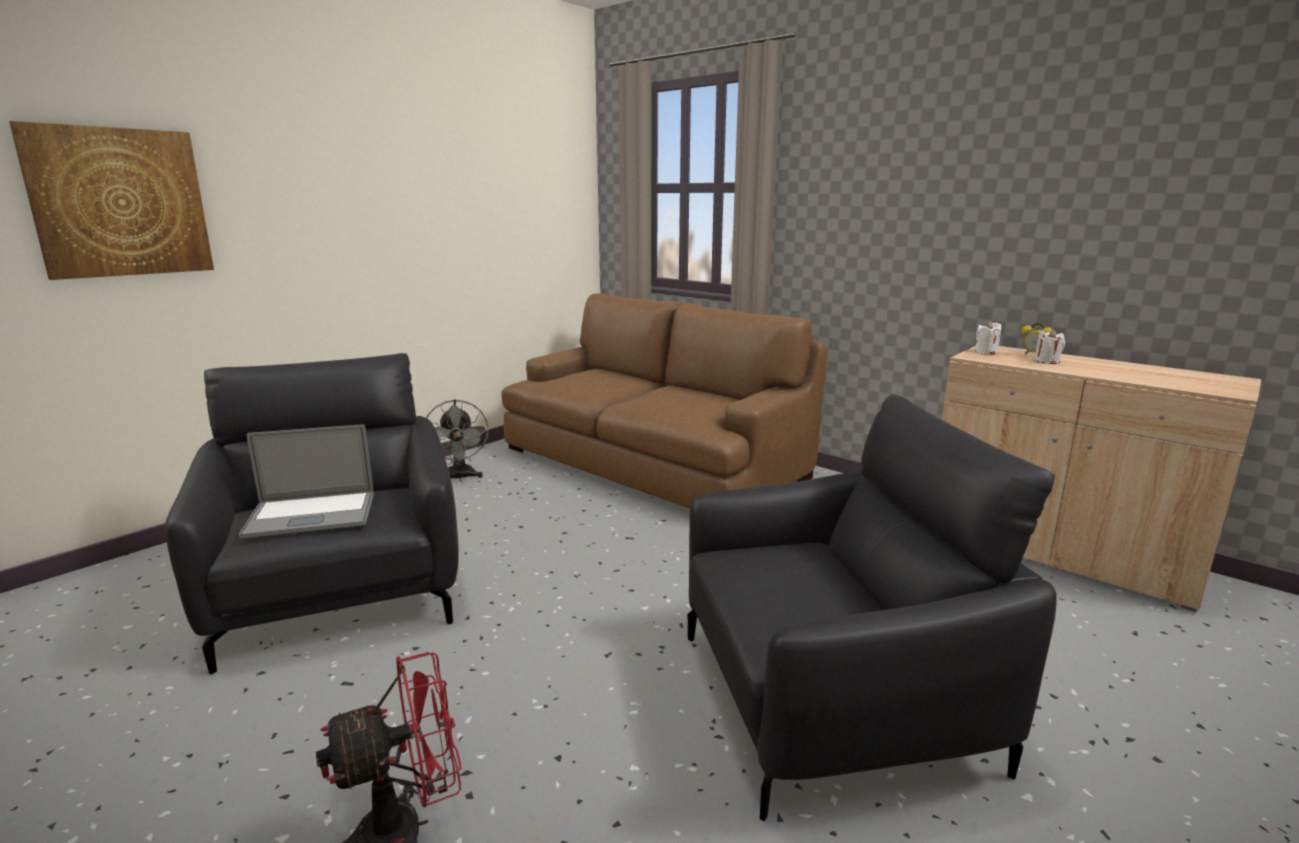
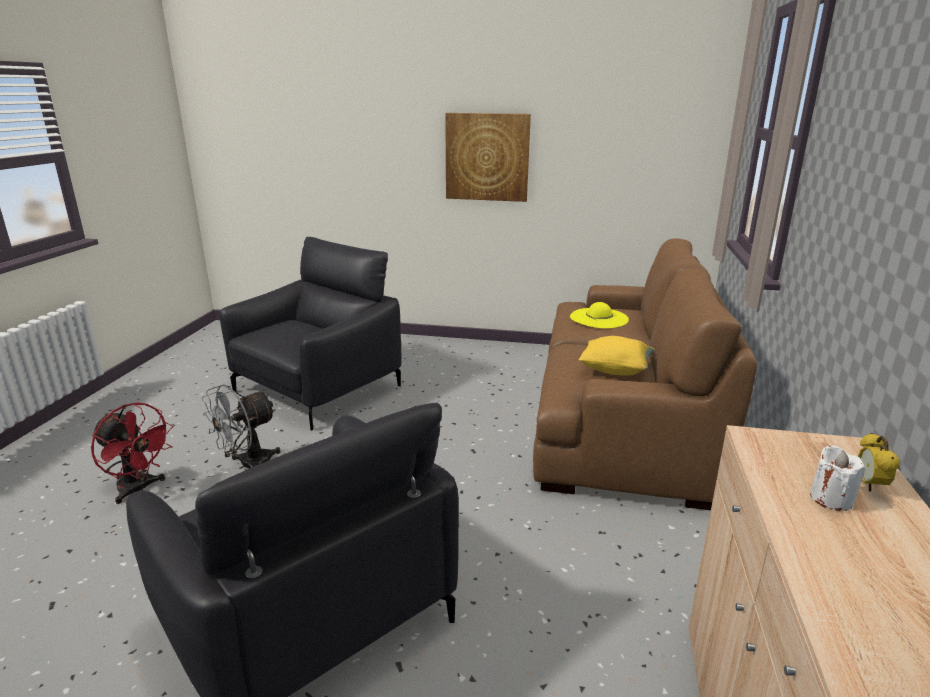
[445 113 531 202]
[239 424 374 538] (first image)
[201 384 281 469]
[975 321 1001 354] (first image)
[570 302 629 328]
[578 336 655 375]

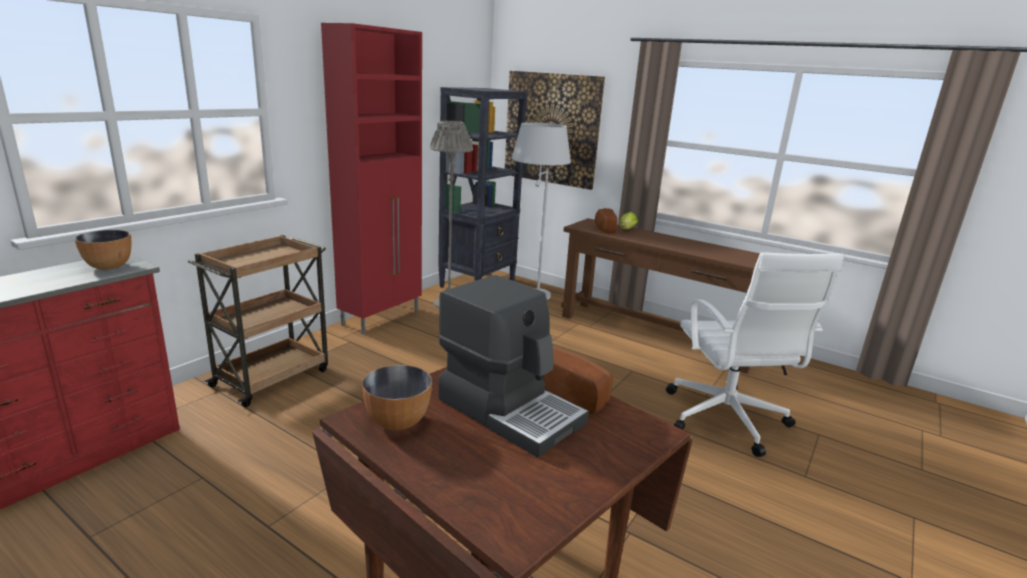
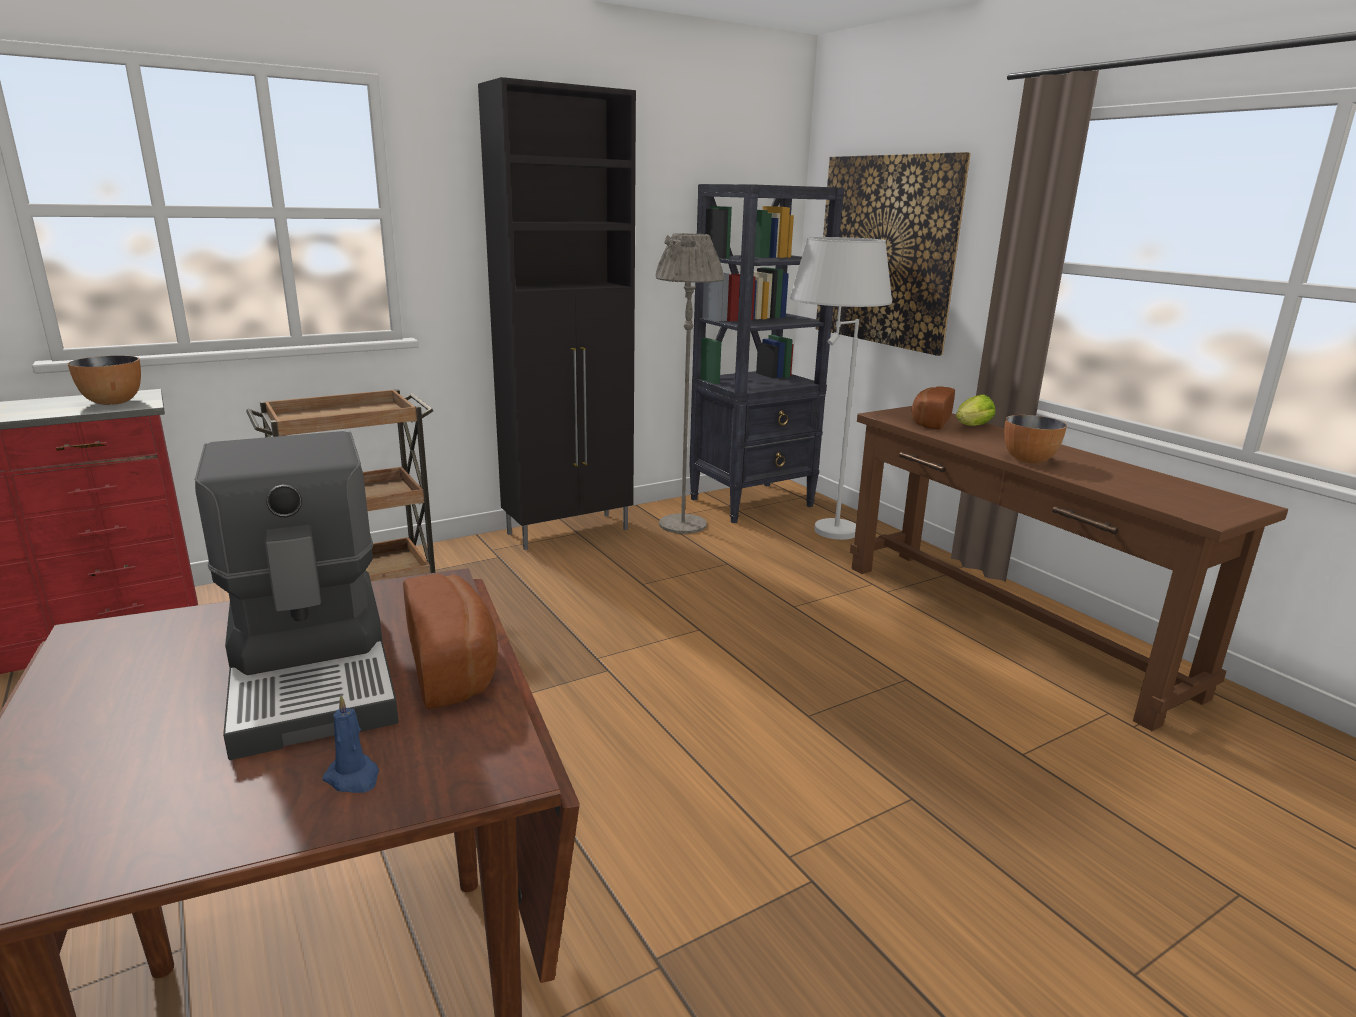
[478 77 636 550]
[1004 415 1067 464]
[666 253 844 457] (first image)
[322 695 379 793]

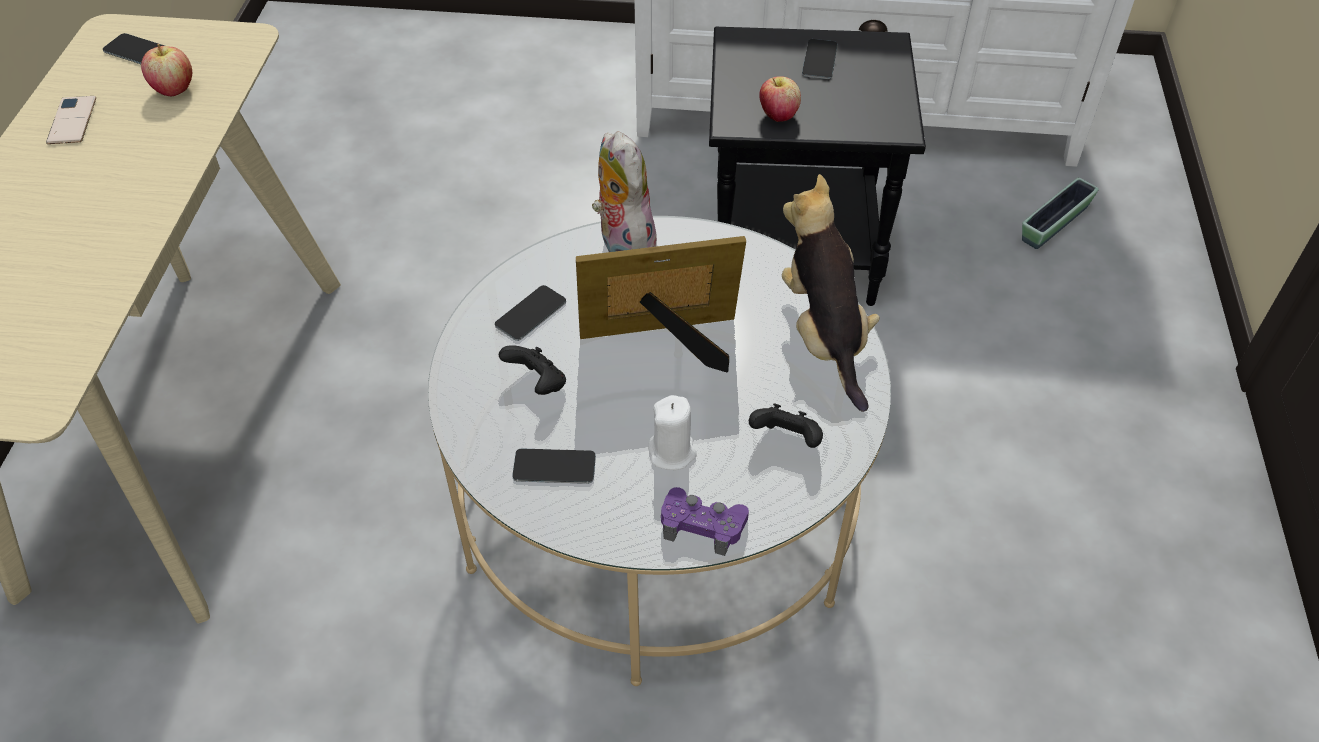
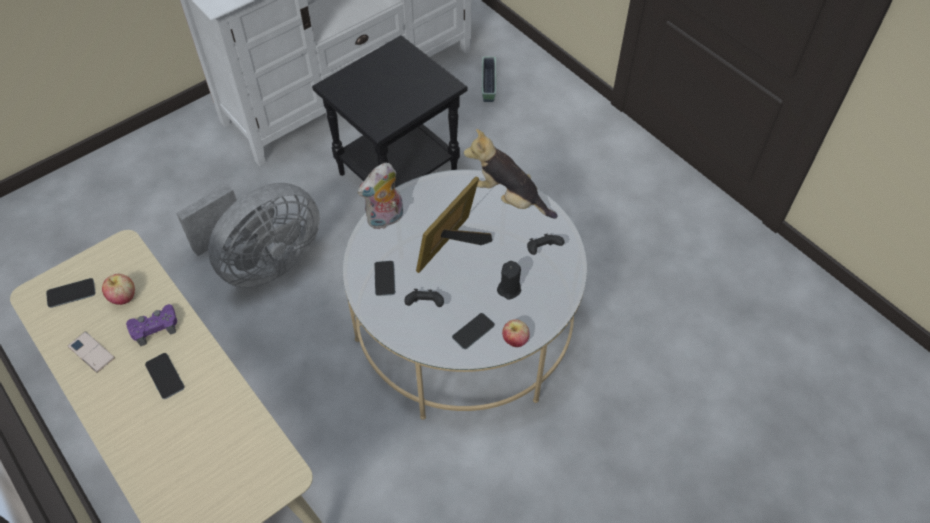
[358 163 403 229]
[497 261 521 300]
[126 304 177 346]
[502 319 530 347]
[145 353 185 399]
[176 183 320 288]

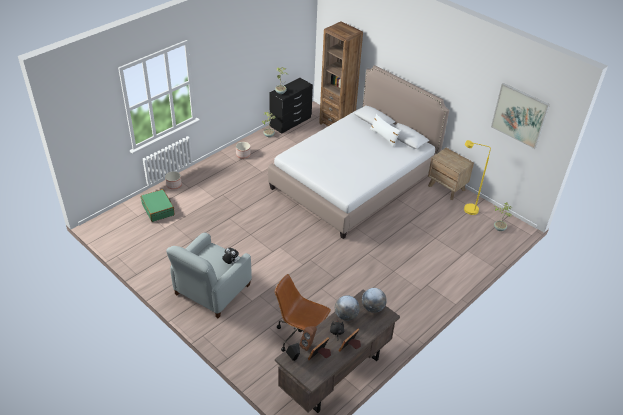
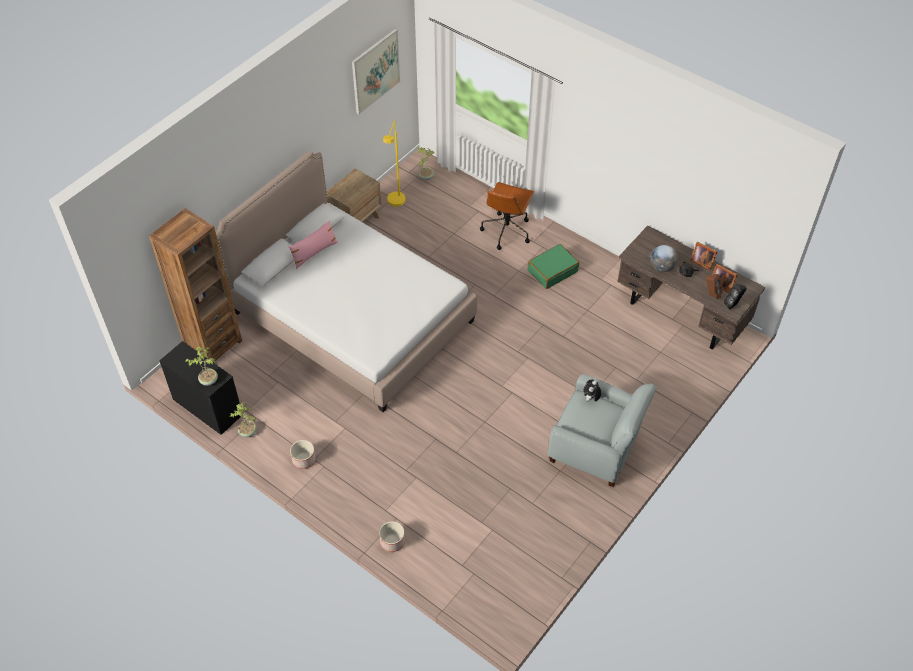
[528 244 579 289]
[480 182 534 250]
[362 288 387 313] (first image)
[288 220 338 269]

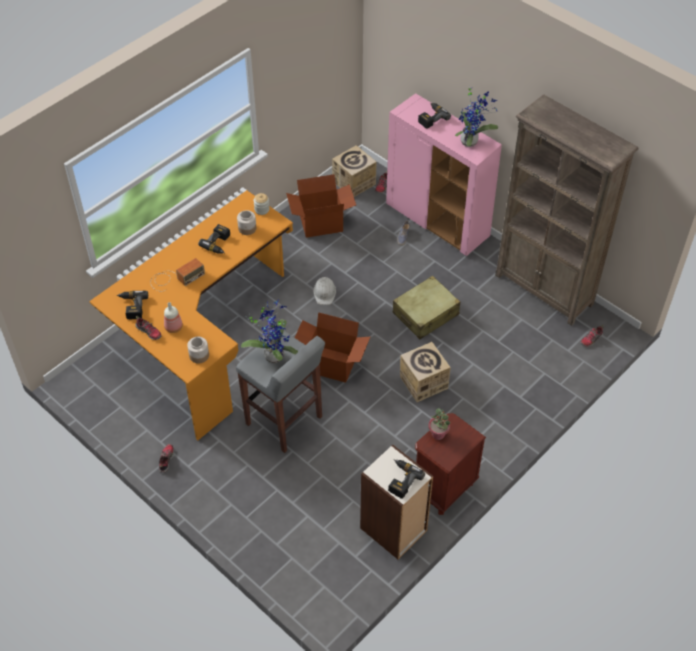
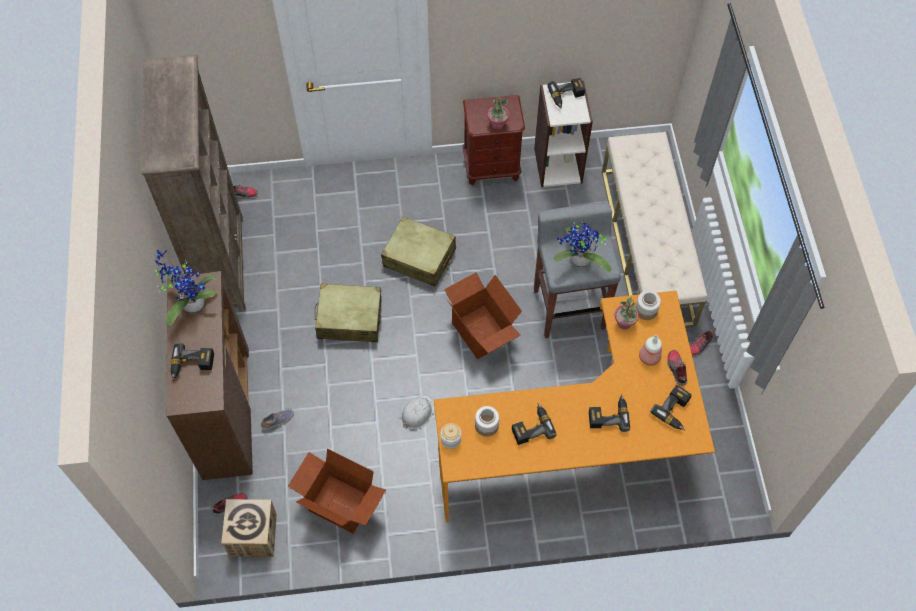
[589 395 630 432]
[167 271 253 480]
[381 216 456 286]
[602 132 708 327]
[614 297 639 329]

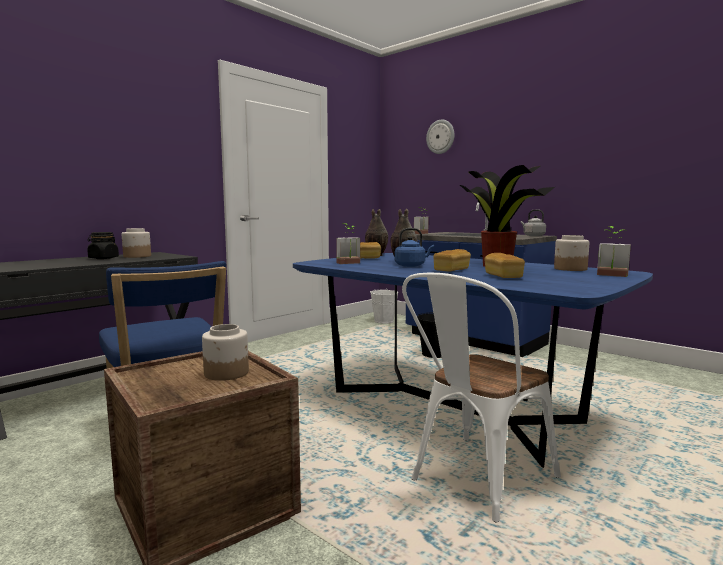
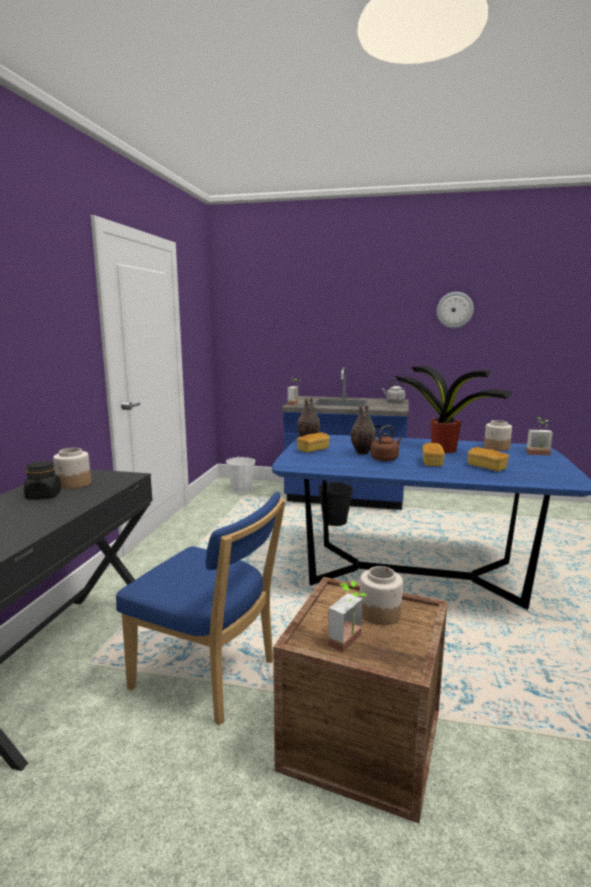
[328 581 368 652]
[370 425 402 461]
[402 273 561 523] (first image)
[437 292 474 328]

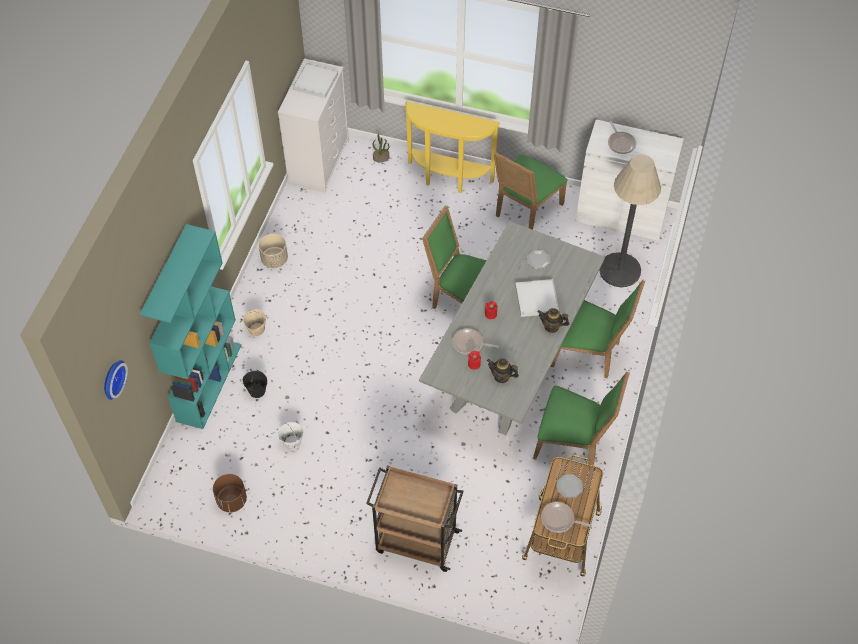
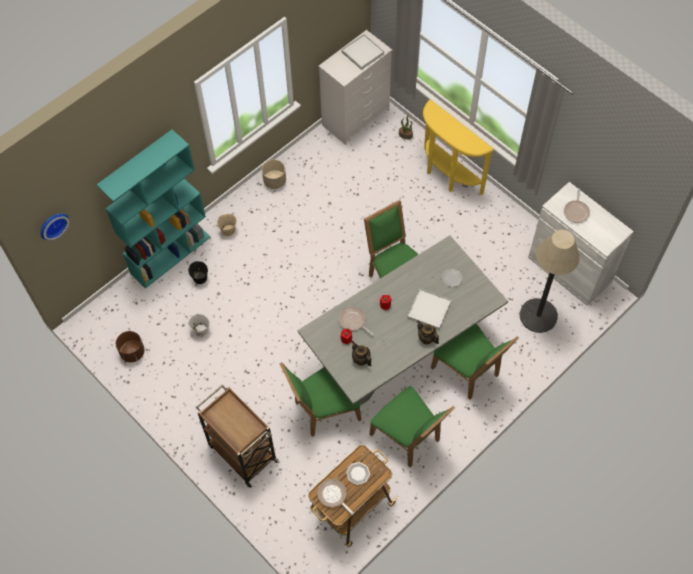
[279 362 361 437]

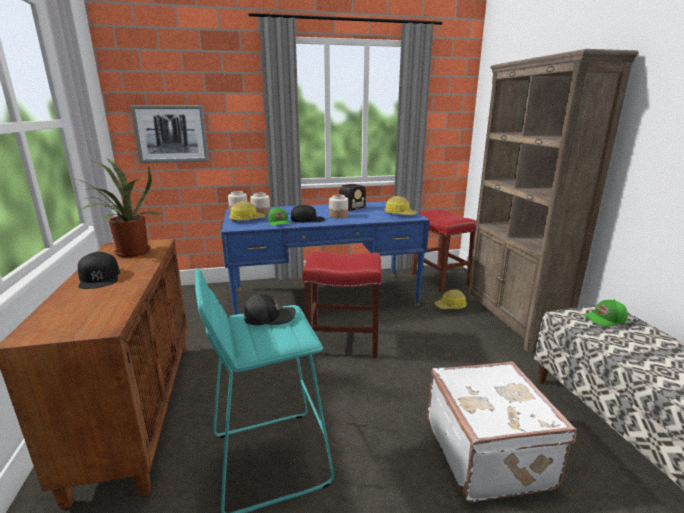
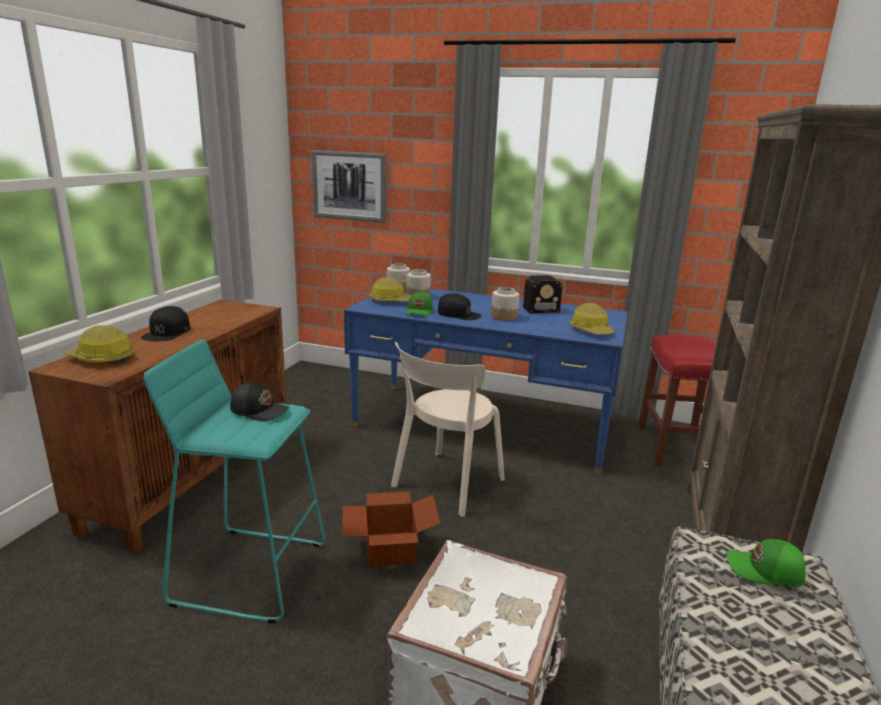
[76 159 162 257] (first image)
[391 342 505 517]
[64 325 134 364]
[343 491 440 567]

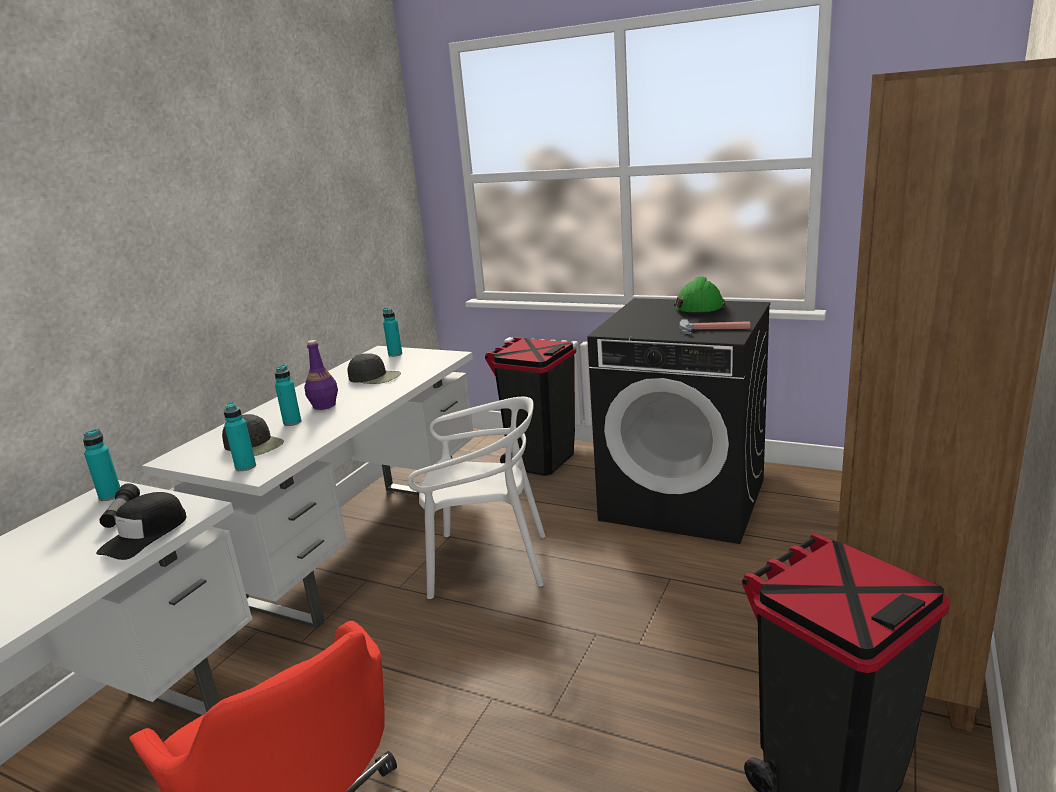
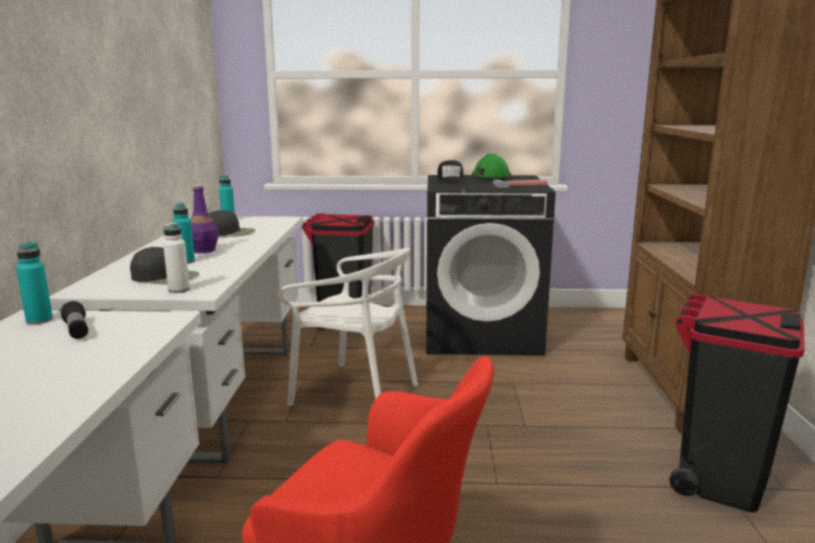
[437 160 465 183]
[163 222 190 293]
[278 248 418 406]

